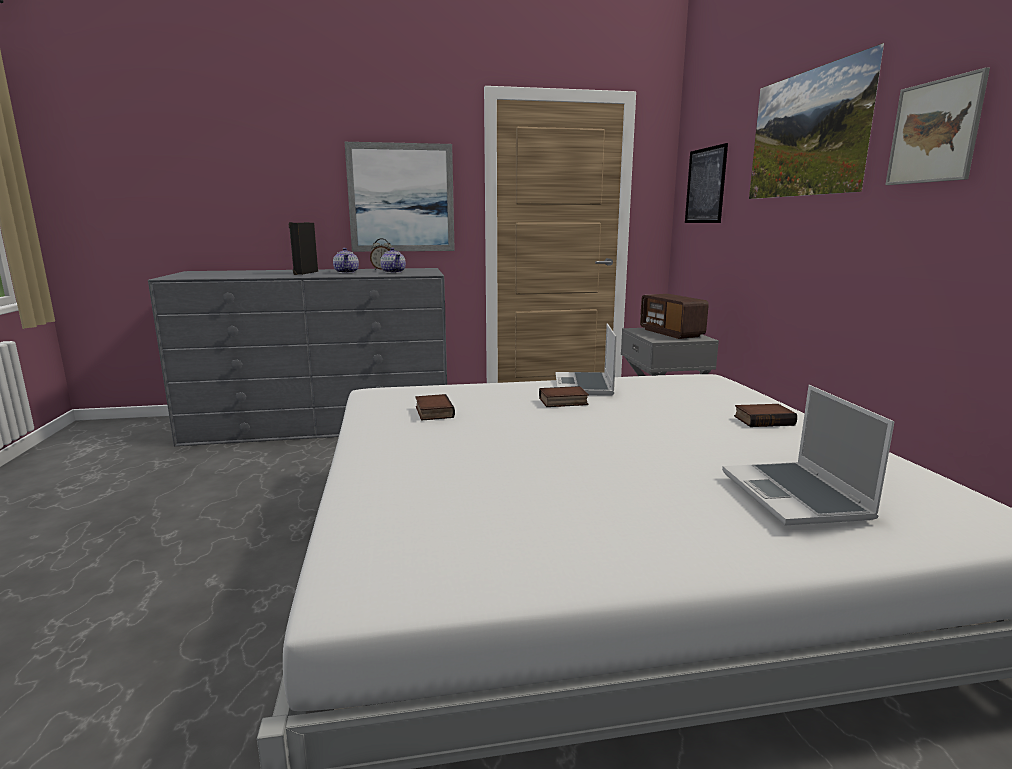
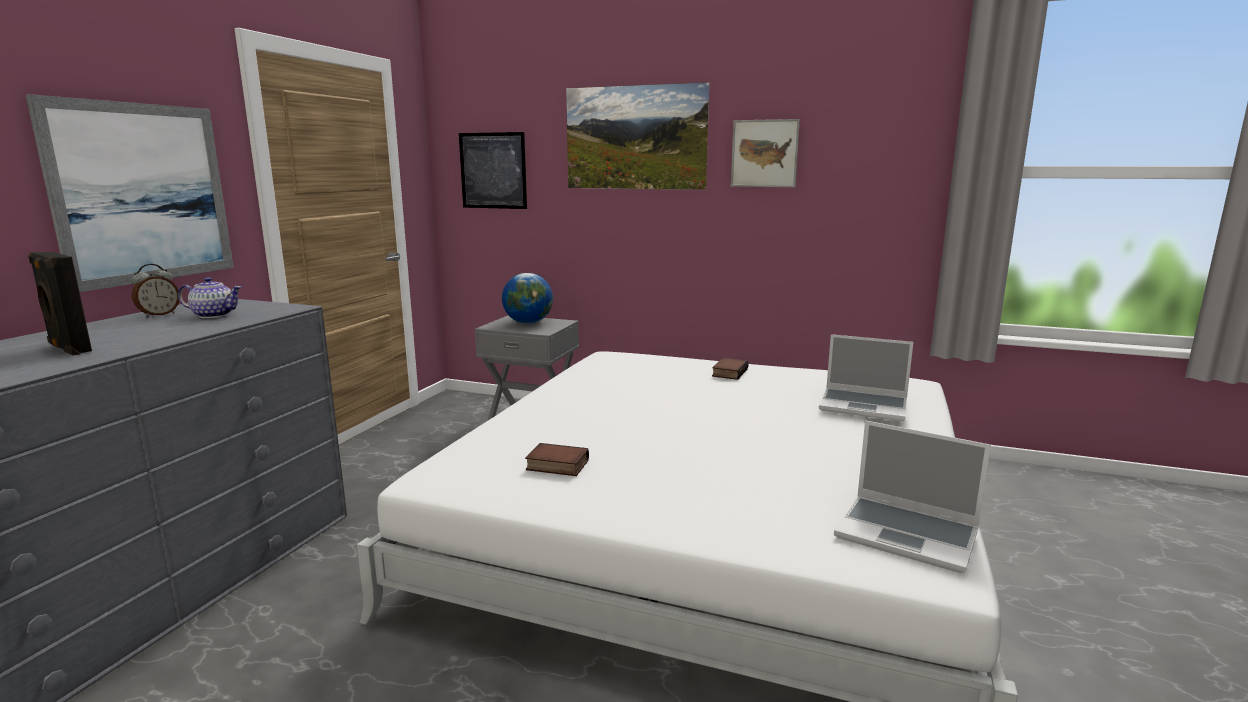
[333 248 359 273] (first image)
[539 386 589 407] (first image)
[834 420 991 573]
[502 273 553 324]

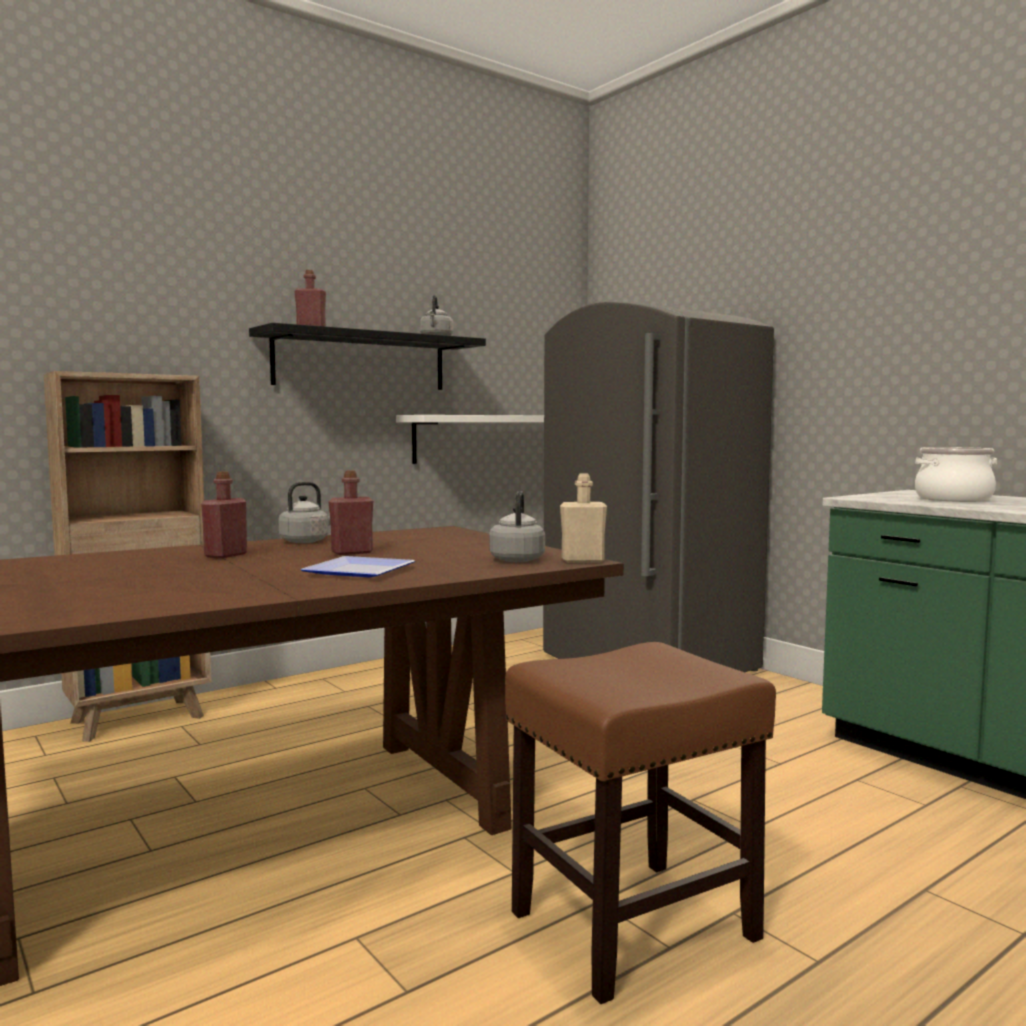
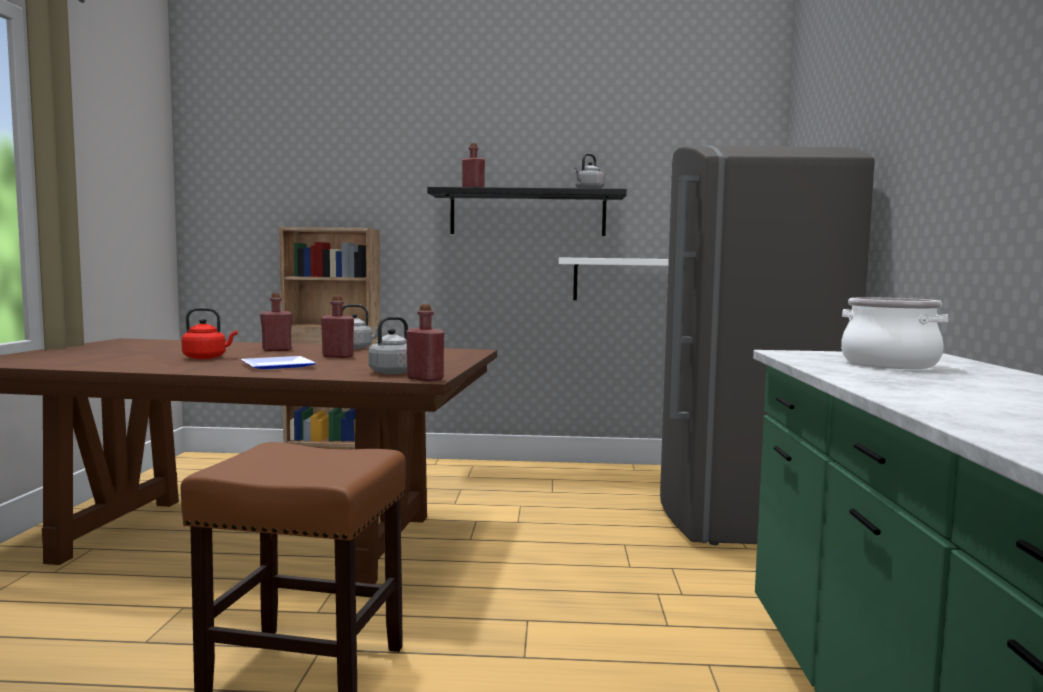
[407 304 444 382]
[181 308 238 359]

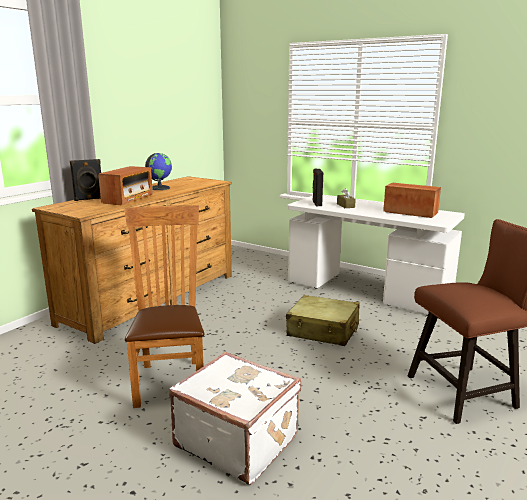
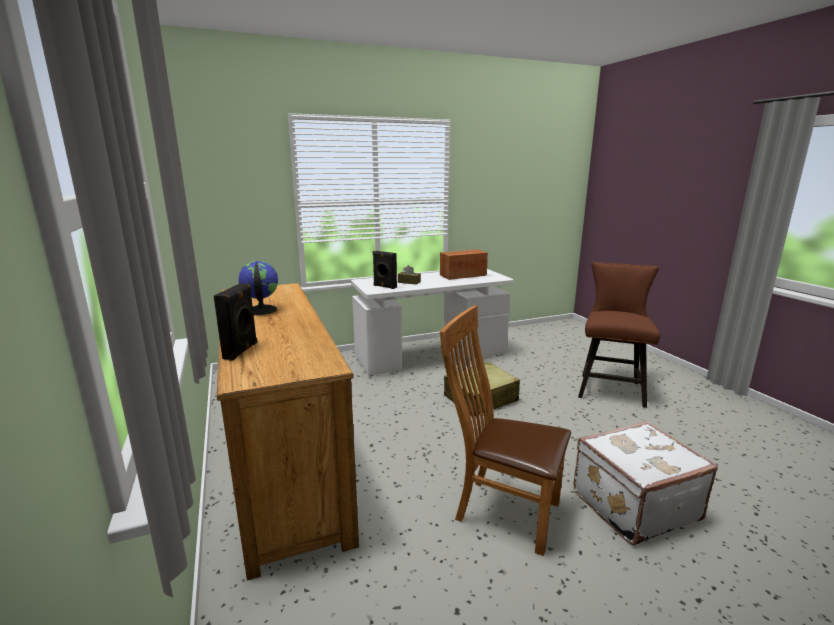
[98 166 153 205] (first image)

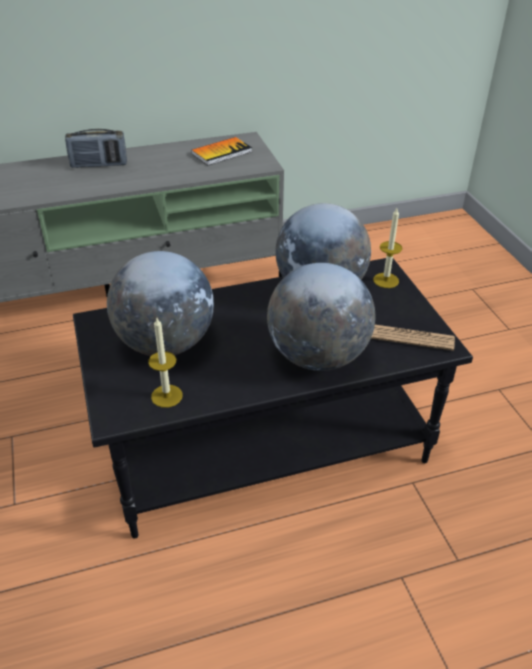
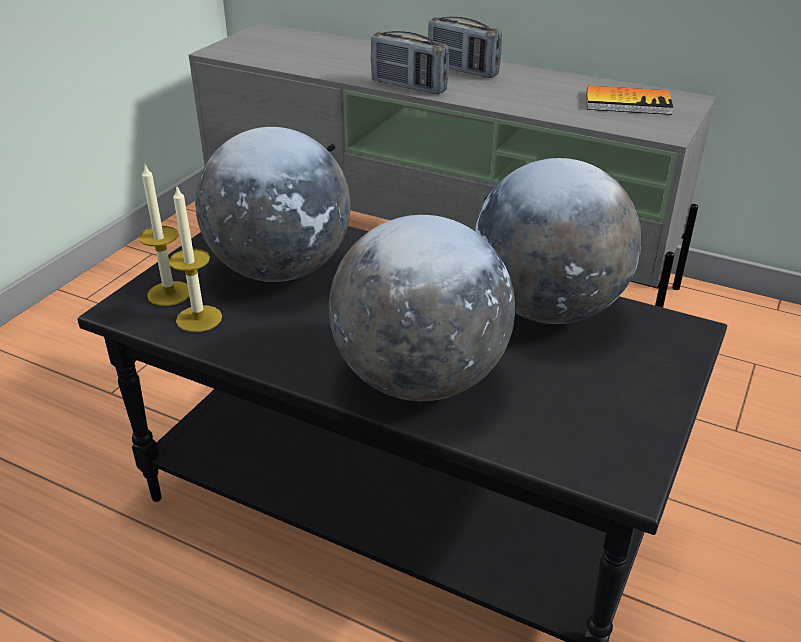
[371 325 455 351] (first image)
[139 164 189 306]
[371 31 449 94]

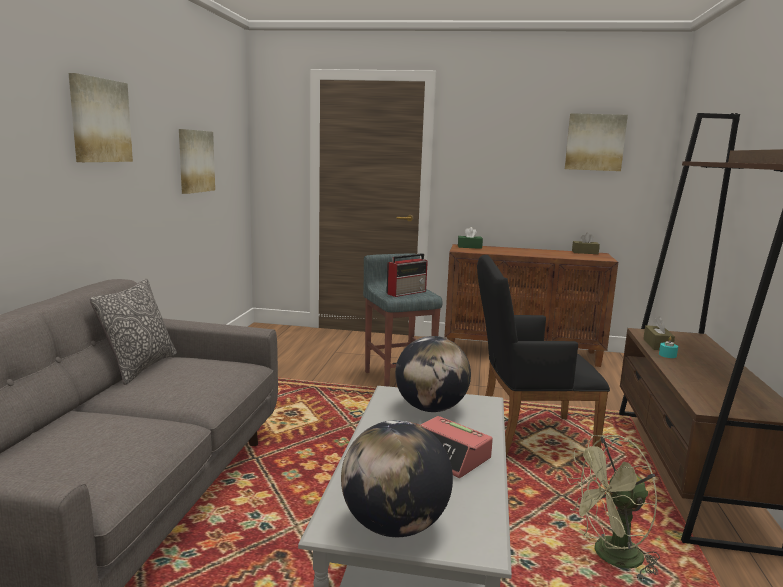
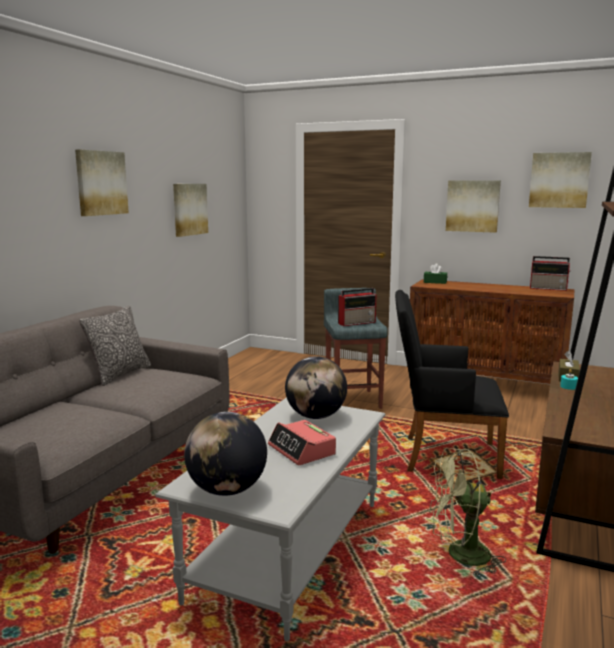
[530 256 571 291]
[446 180 501 233]

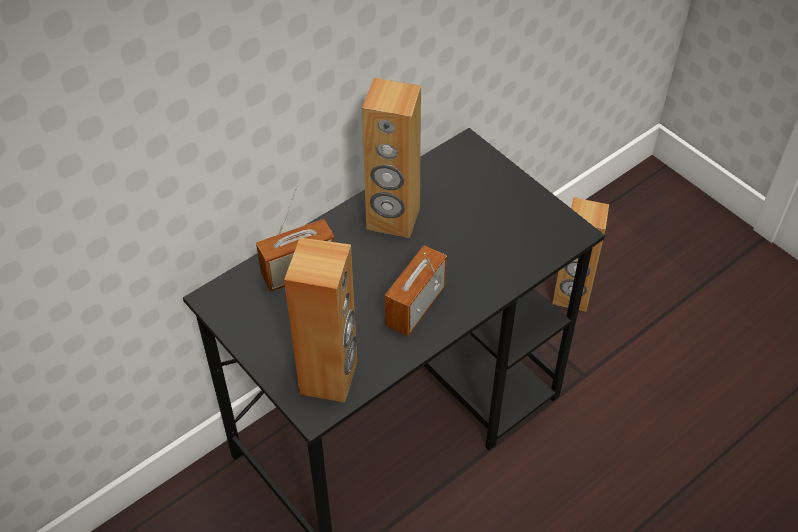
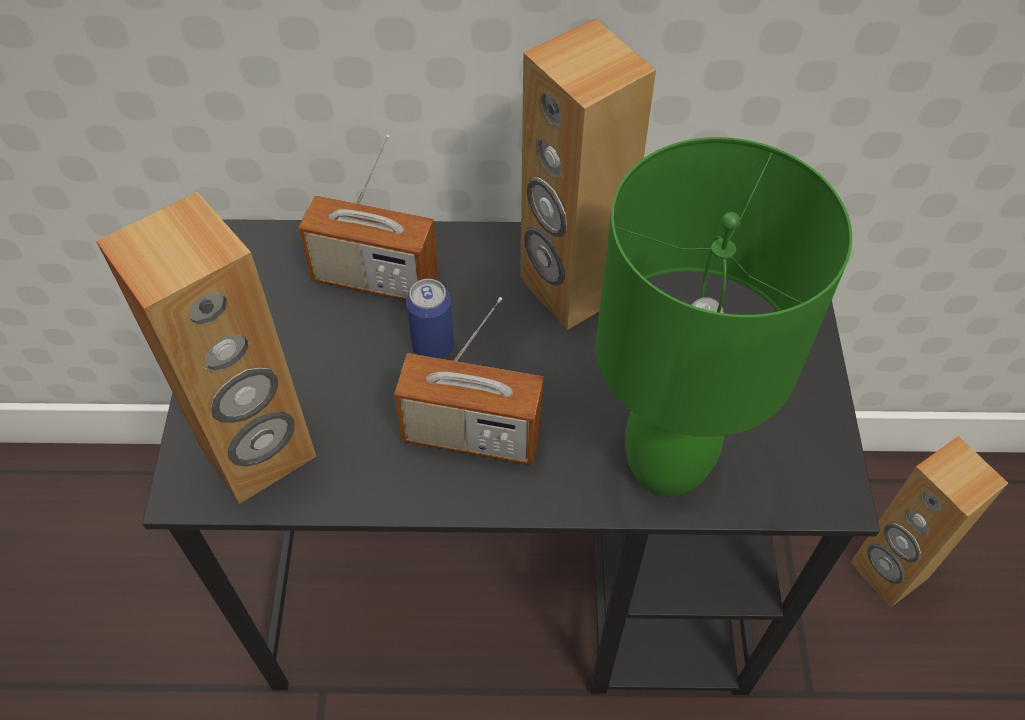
[394 297 544 465]
[406 279 454 359]
[596 137 852 497]

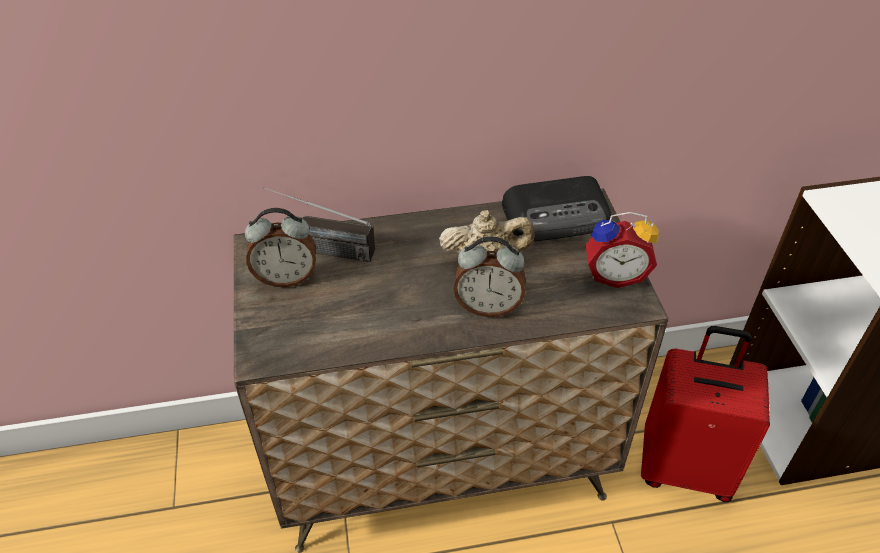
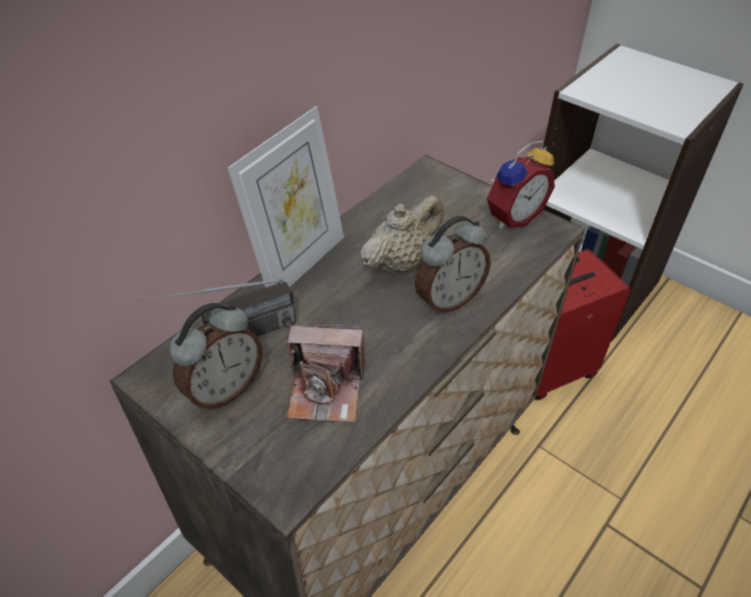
[502 176 612 241] (first image)
[228 106 344 287]
[287 325 365 423]

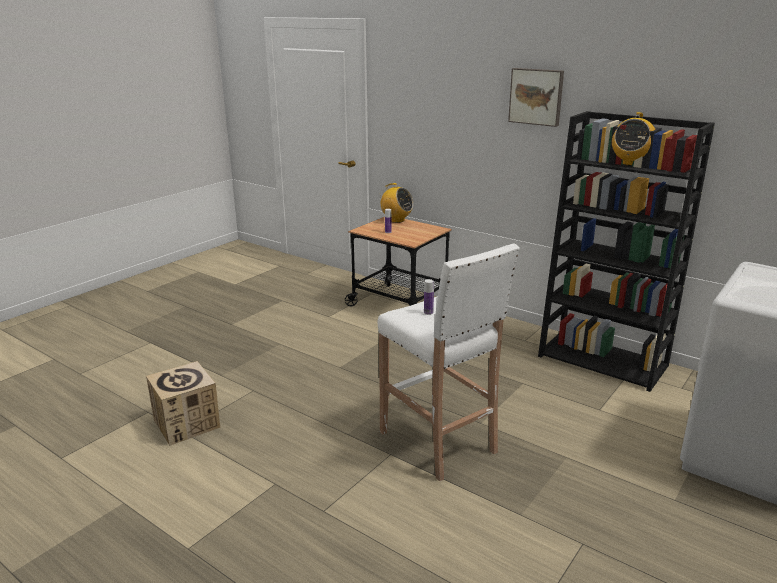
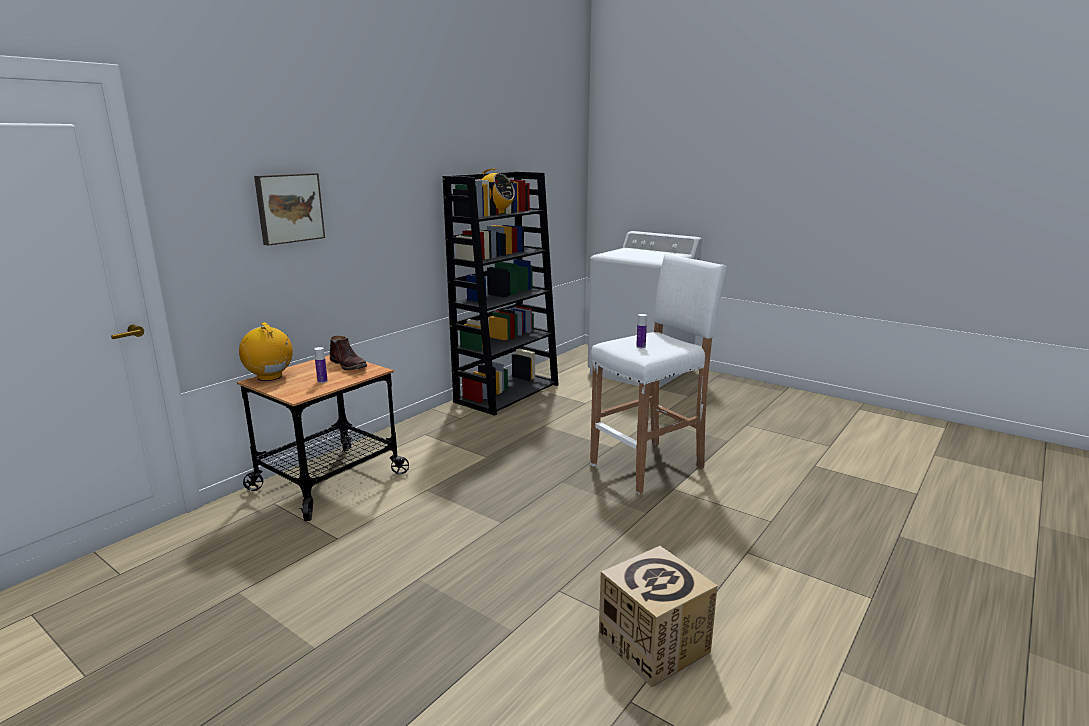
[239 322 293 381]
[254 173 325 246]
[330 336 367 370]

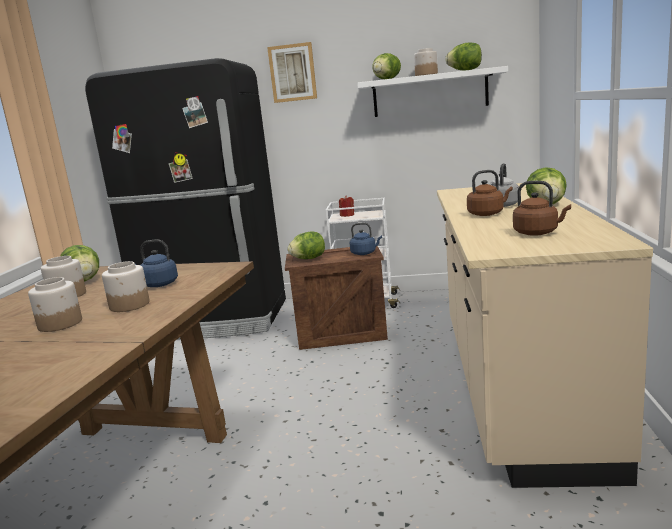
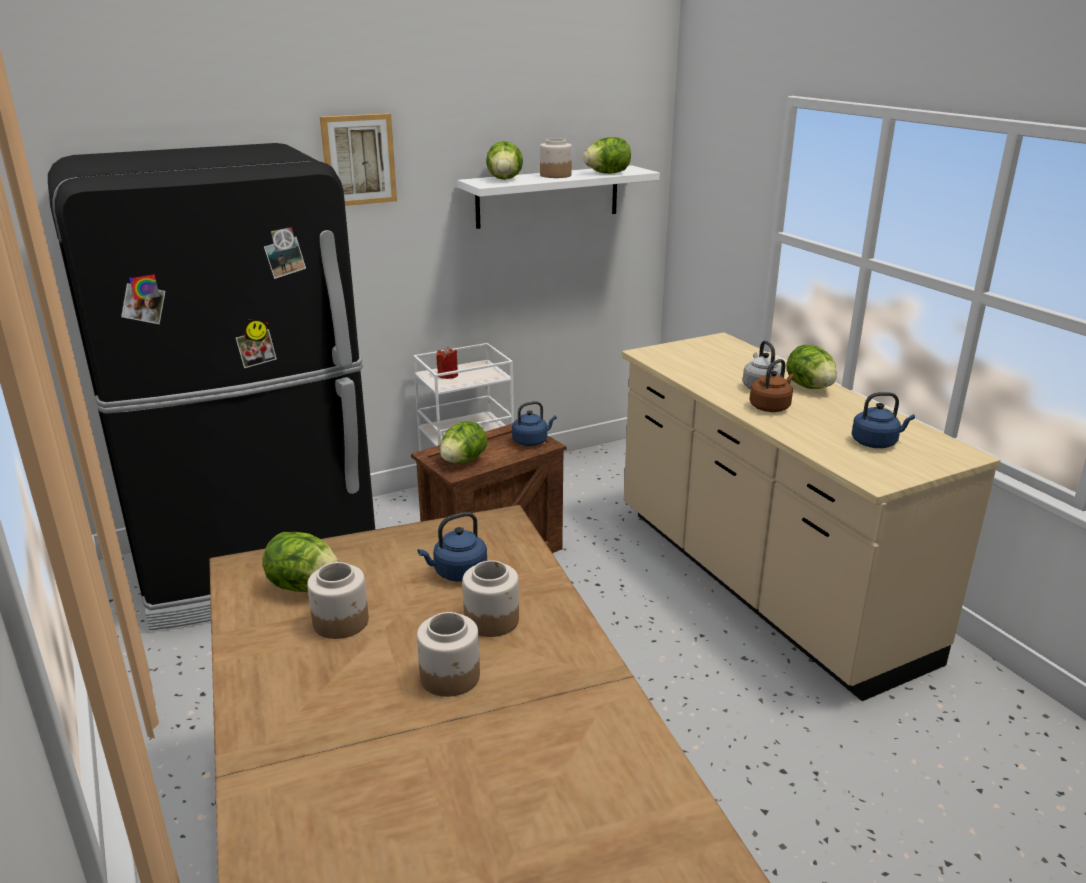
[852 392 915 448]

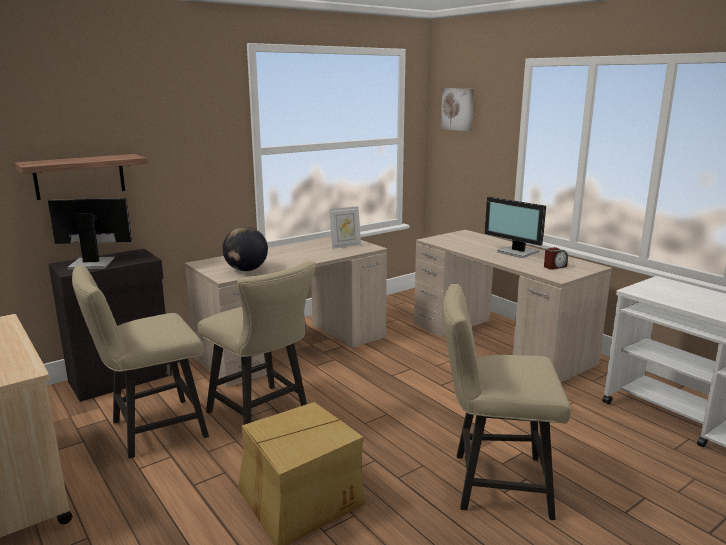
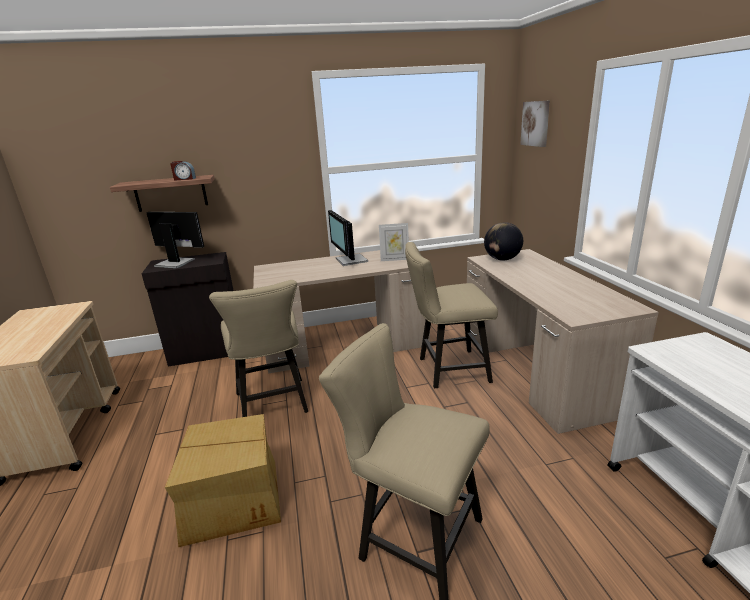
[405 242 498 388]
[484 222 523 261]
[328 210 368 266]
[170 161 196 180]

